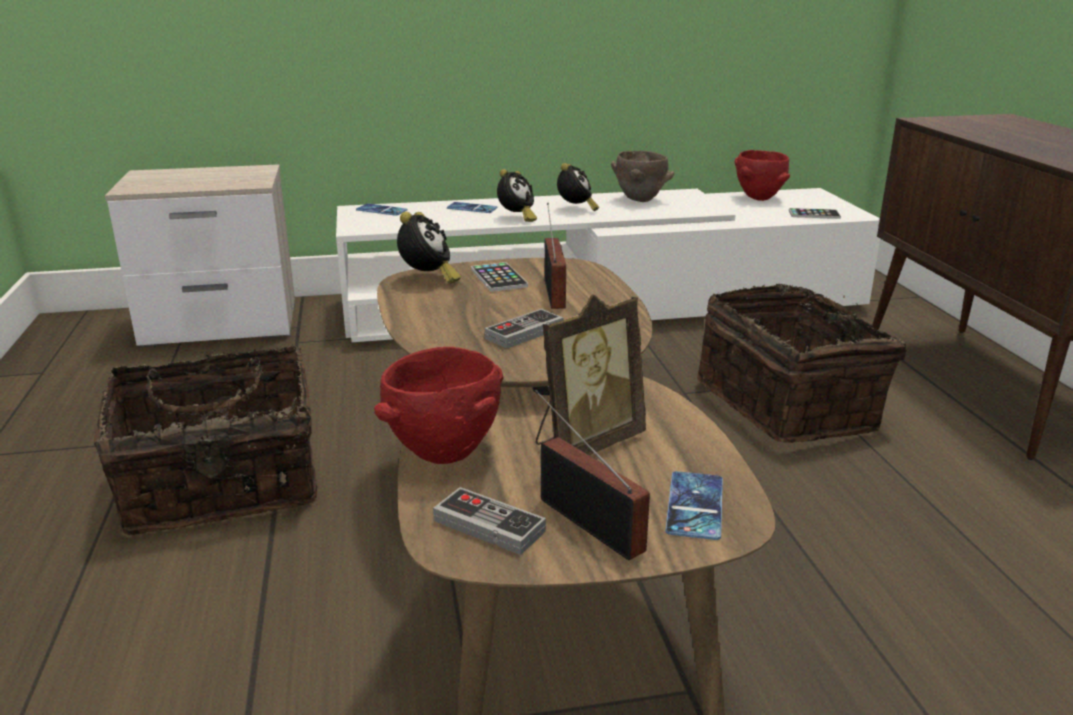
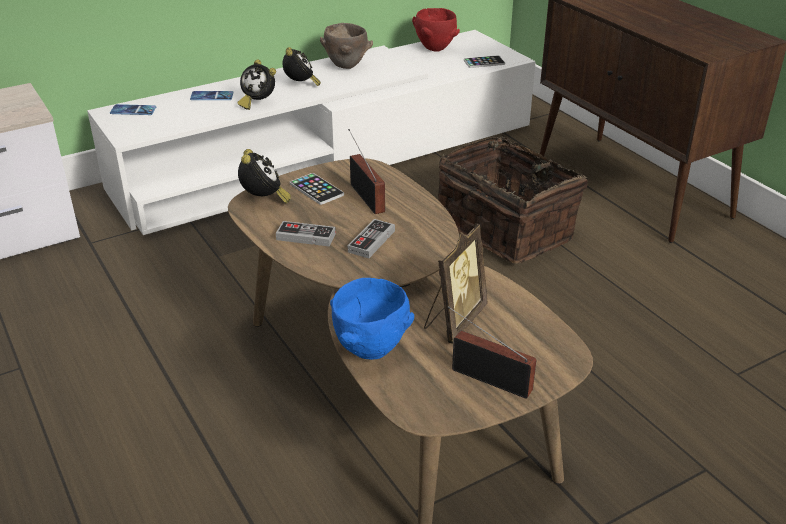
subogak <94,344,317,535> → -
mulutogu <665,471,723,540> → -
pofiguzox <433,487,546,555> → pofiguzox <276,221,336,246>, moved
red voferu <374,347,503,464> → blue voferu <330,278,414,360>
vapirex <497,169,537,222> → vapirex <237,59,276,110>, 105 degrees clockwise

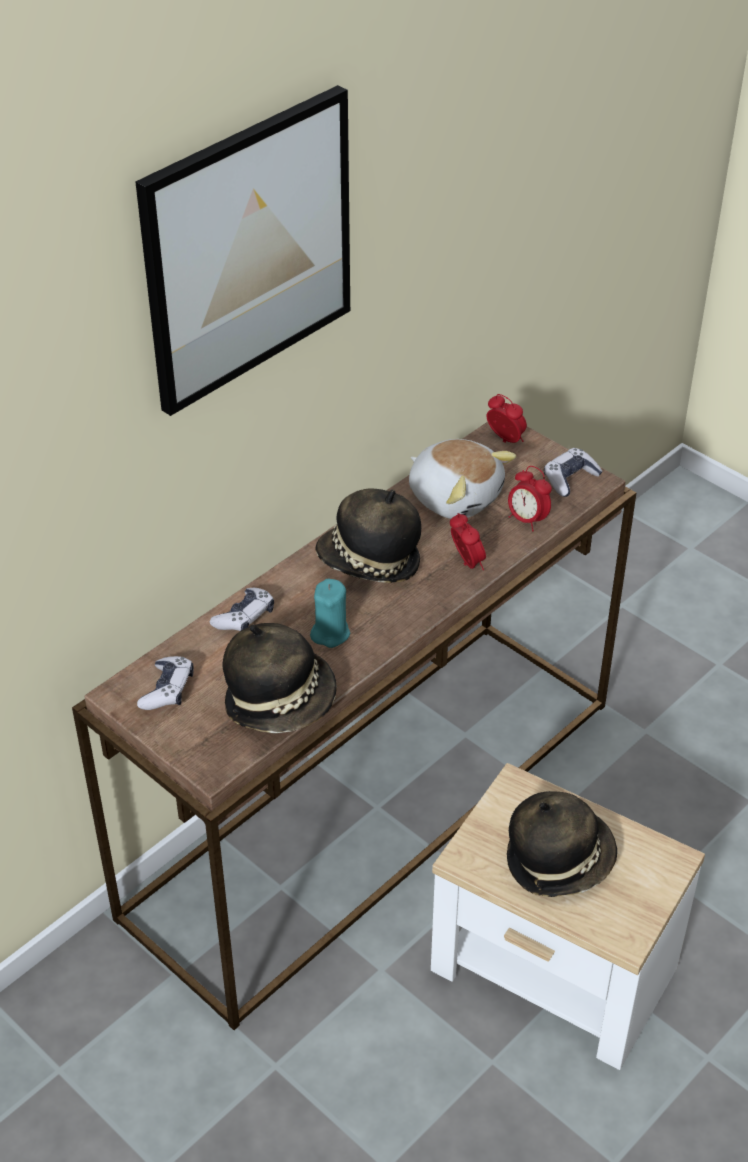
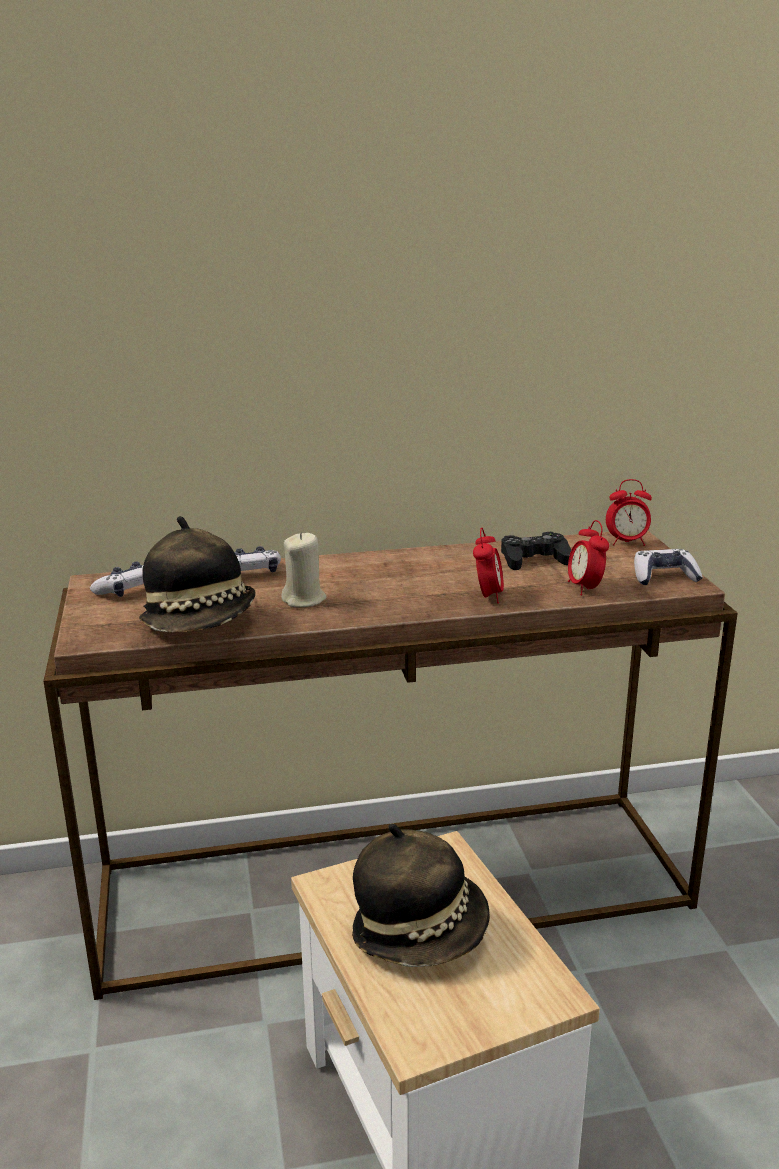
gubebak <136,85,350,416> → -
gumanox <315,488,421,583> → -
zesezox <409,439,516,519> → black pofiguzox <501,532,571,570>
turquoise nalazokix <310,579,350,648> → beige nalazokix <281,532,326,607>
vapirex <487,394,527,443> → vapirex <606,479,652,546>, 105 degrees clockwise

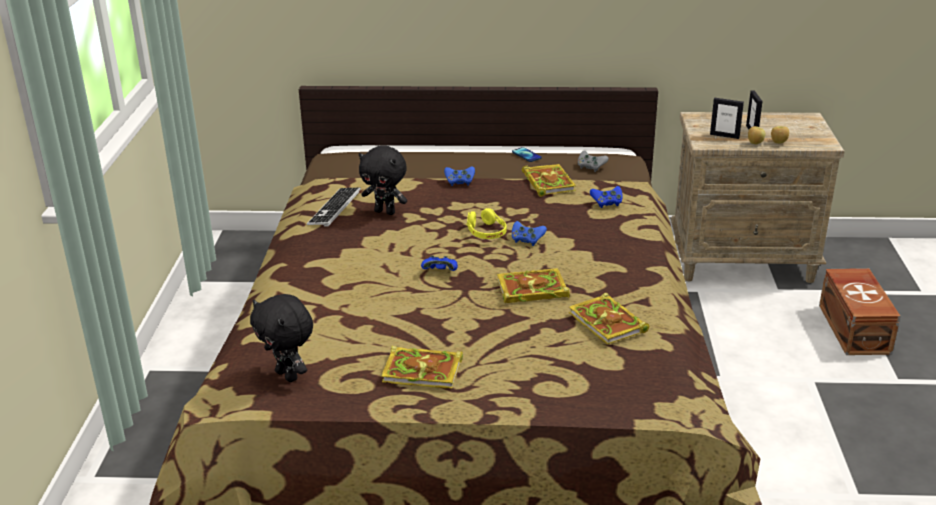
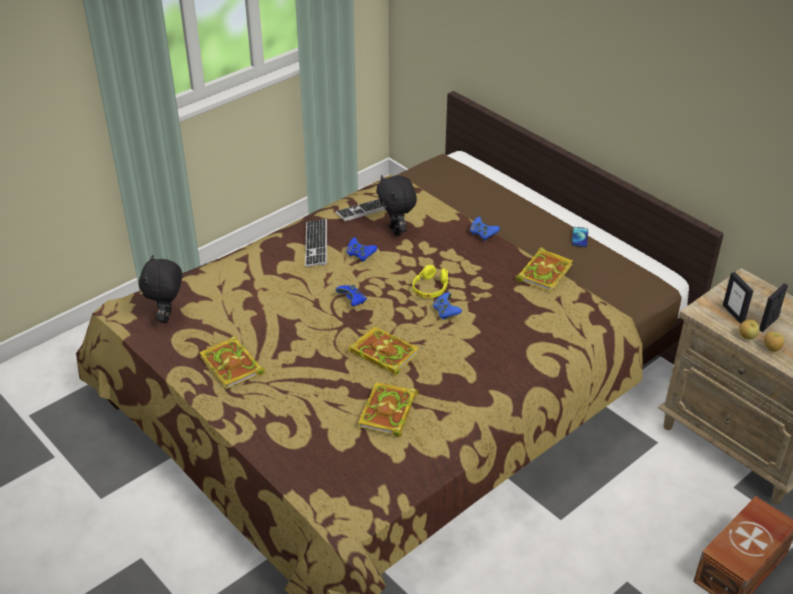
grey pofiguzox <578,151,609,172> → -
- → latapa <305,219,327,267>
blue pofiguzox <590,186,623,208> → blue pofiguzox <347,237,377,262>, moved

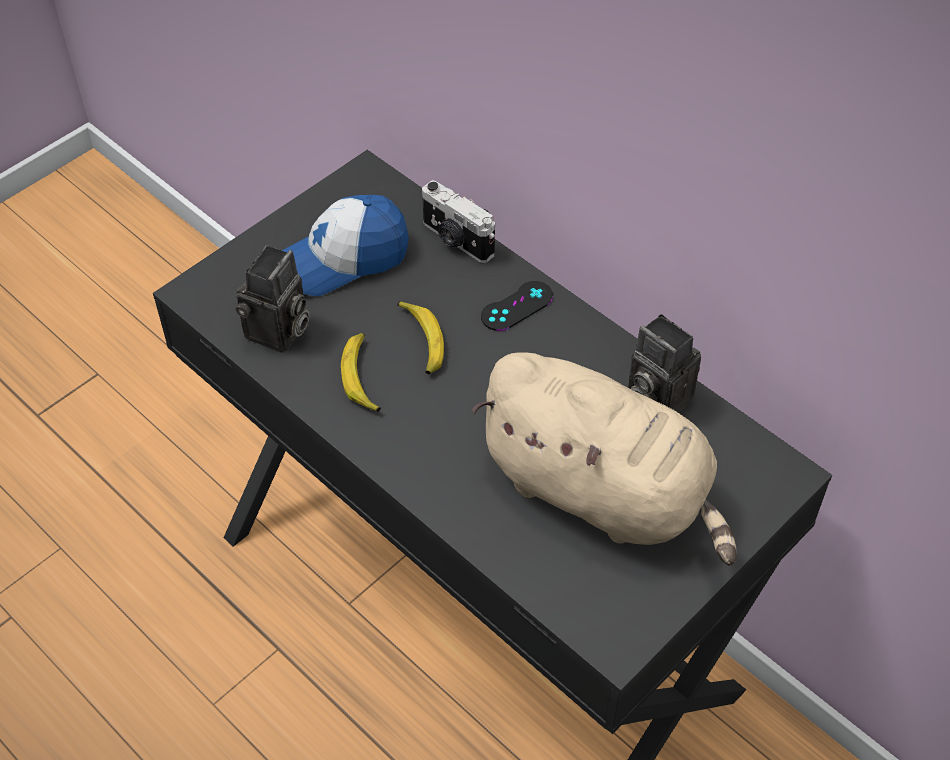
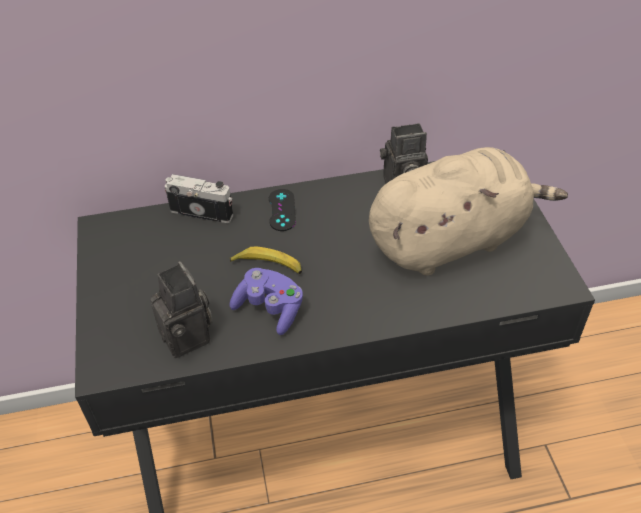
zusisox <282,195,409,296> → -
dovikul <341,333,381,412> → purple pofiguzox <230,268,303,335>
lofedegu <422,180,495,263> → lofedegu <164,174,233,223>, 150 degrees counterclockwise

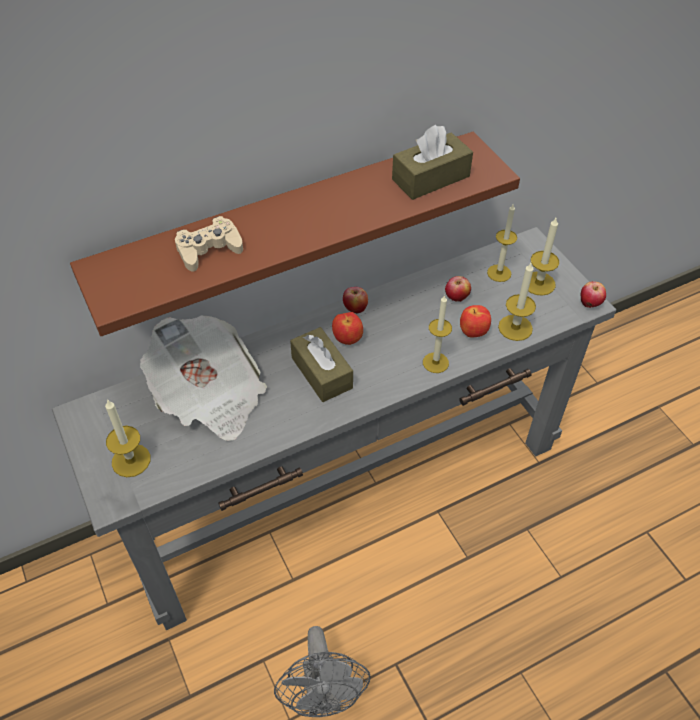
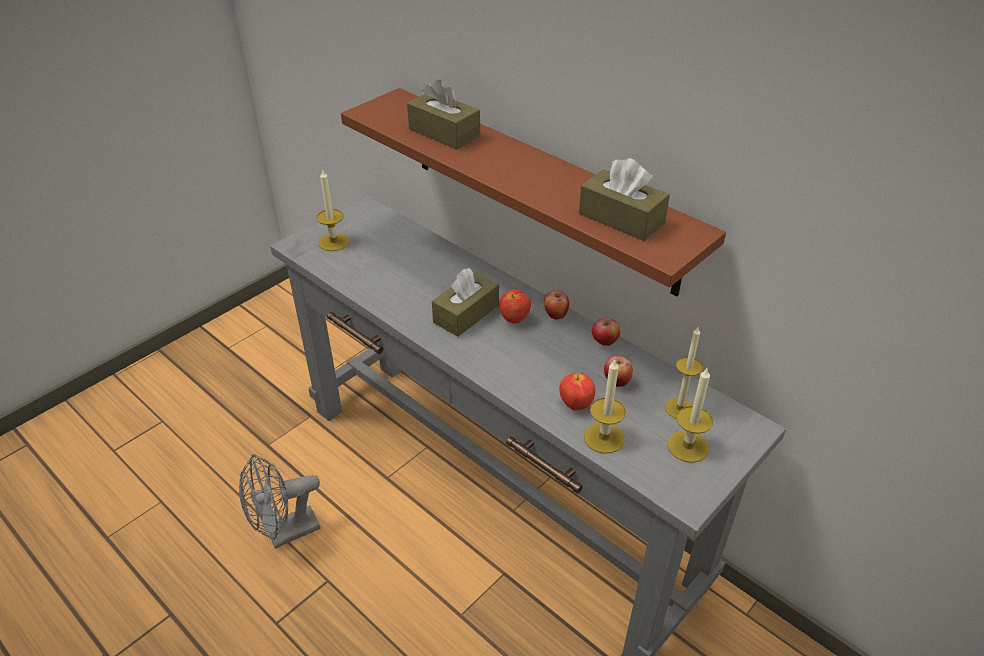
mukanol <140,315,267,441> → -
nalazokix <423,295,452,373> → -
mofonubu <581,281,606,308> → mofonubu <592,318,620,346>, moved
beige pofiguzox <175,216,243,272> → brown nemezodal <407,80,480,149>

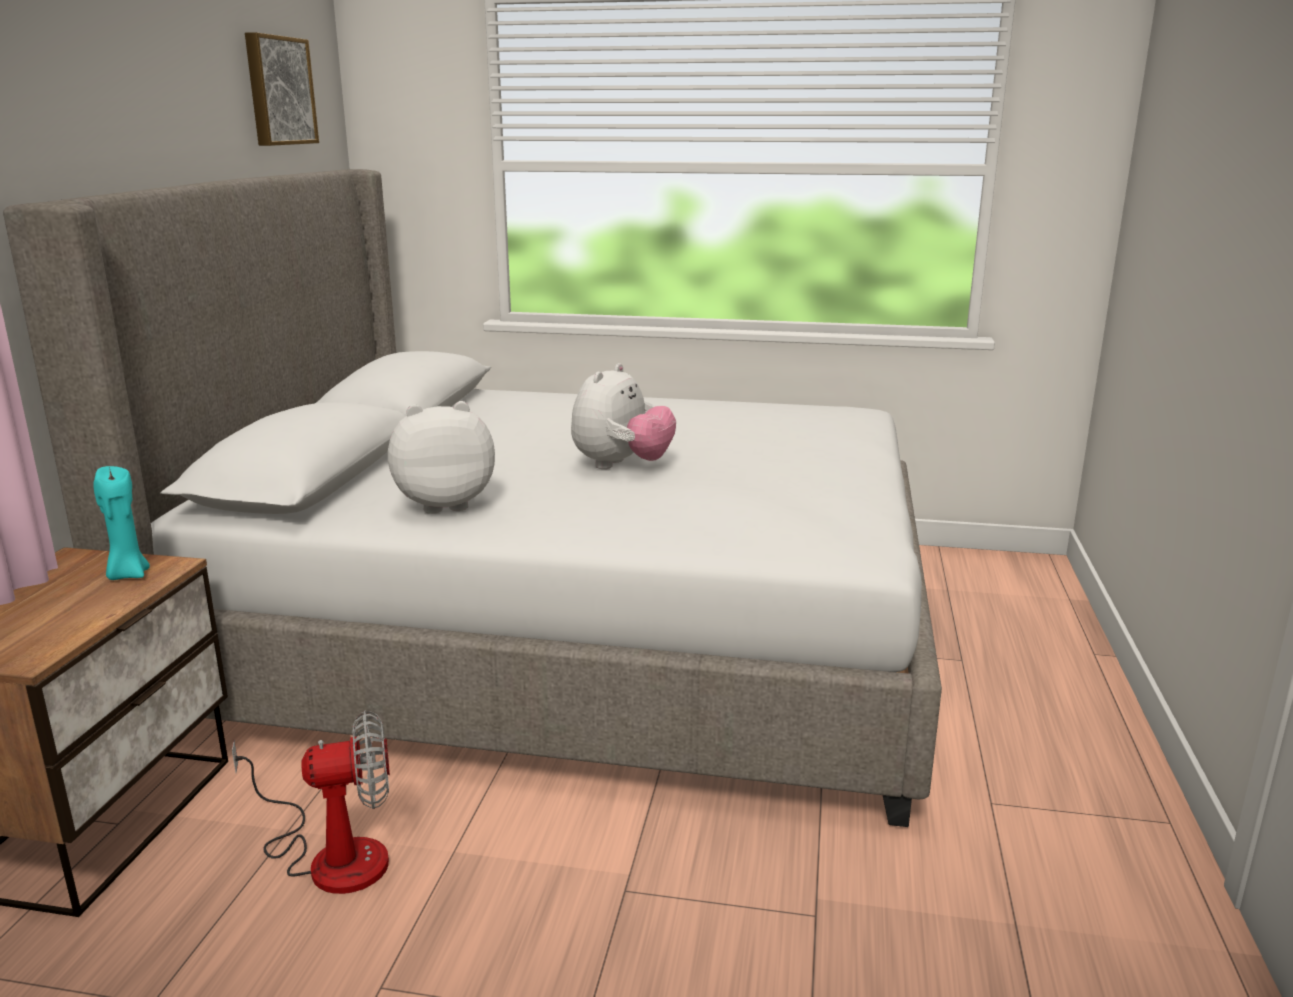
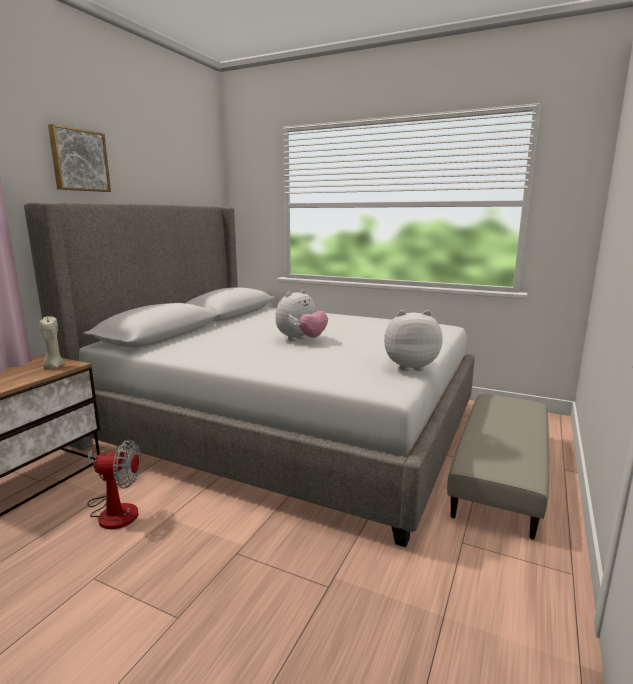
- → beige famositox <447,394,549,540>
gubebak <245,32,319,146> → gubebak <48,124,111,192>, moved
zesezox <388,401,495,514> → zesezox <384,310,443,371>, moved
turquoise nalazokix <93,466,150,580> → beige nalazokix <39,316,65,368>

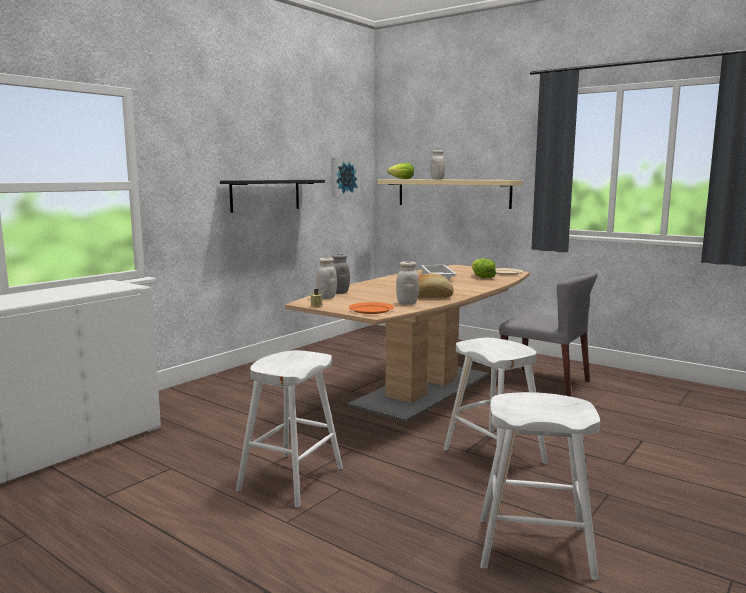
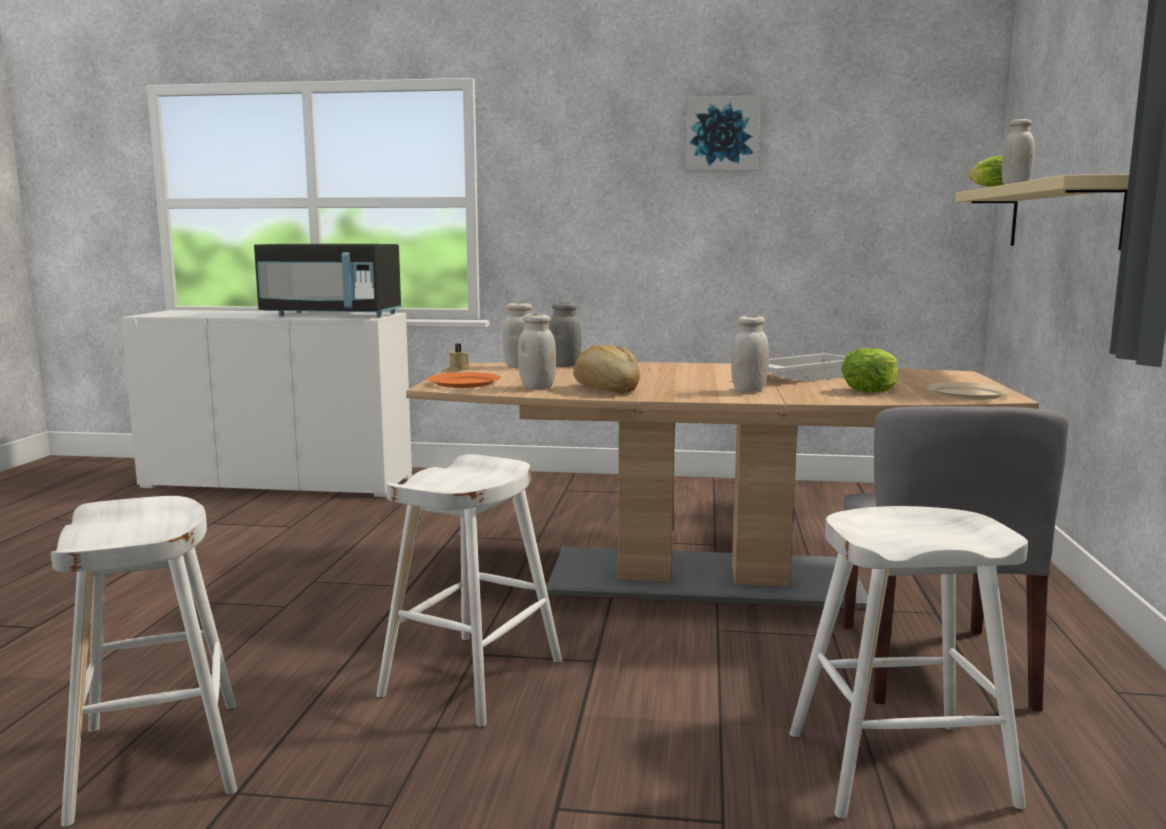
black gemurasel <220,180,325,213> → -
- → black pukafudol <254,244,402,318>
- → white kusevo <731,315,769,393>
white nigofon <236,350,343,508> → white nigofon <789,506,1028,819>, moved
gubebak <331,157,360,197> → gubebak <686,96,760,172>, moved

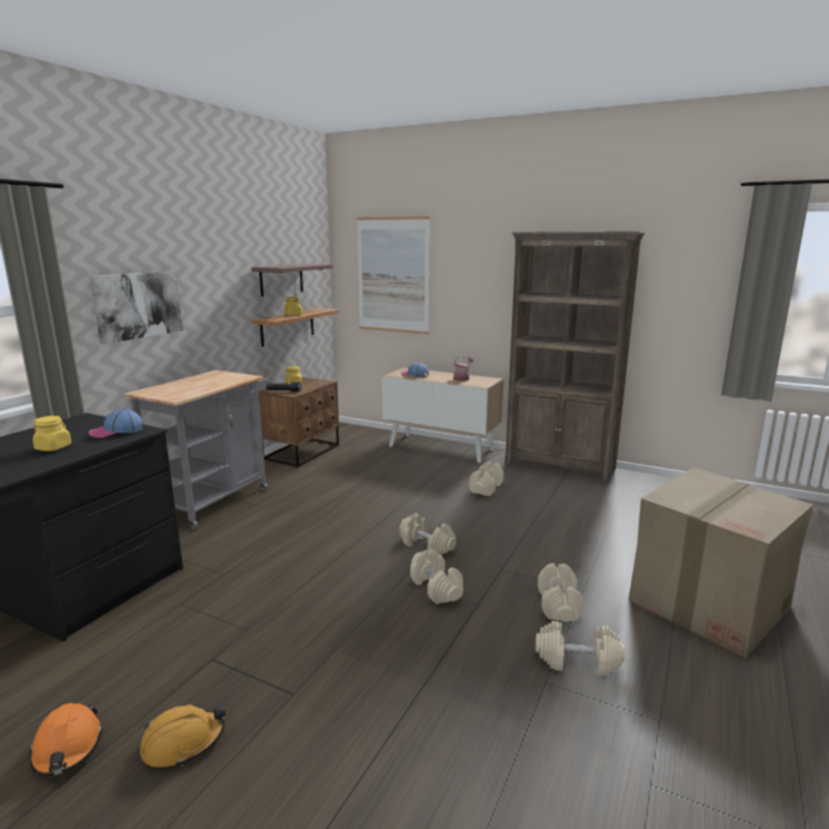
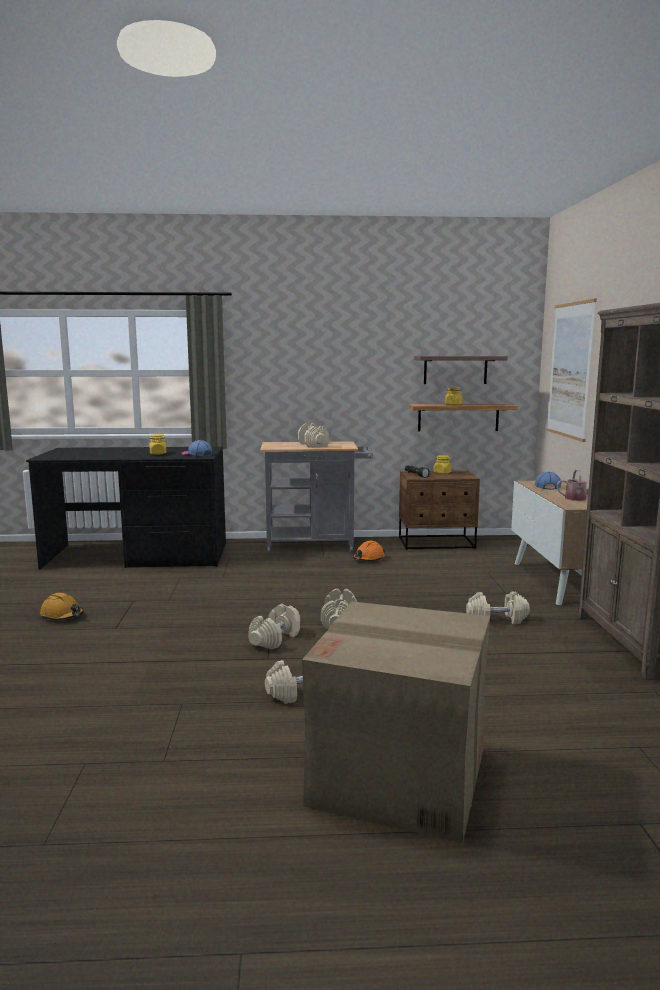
gubebak <90,271,183,344> → -
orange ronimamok <29,703,103,776> → orange ronimamok <353,541,386,561>, moved
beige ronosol <536,621,625,676> → beige ronosol <298,423,329,448>, moved

